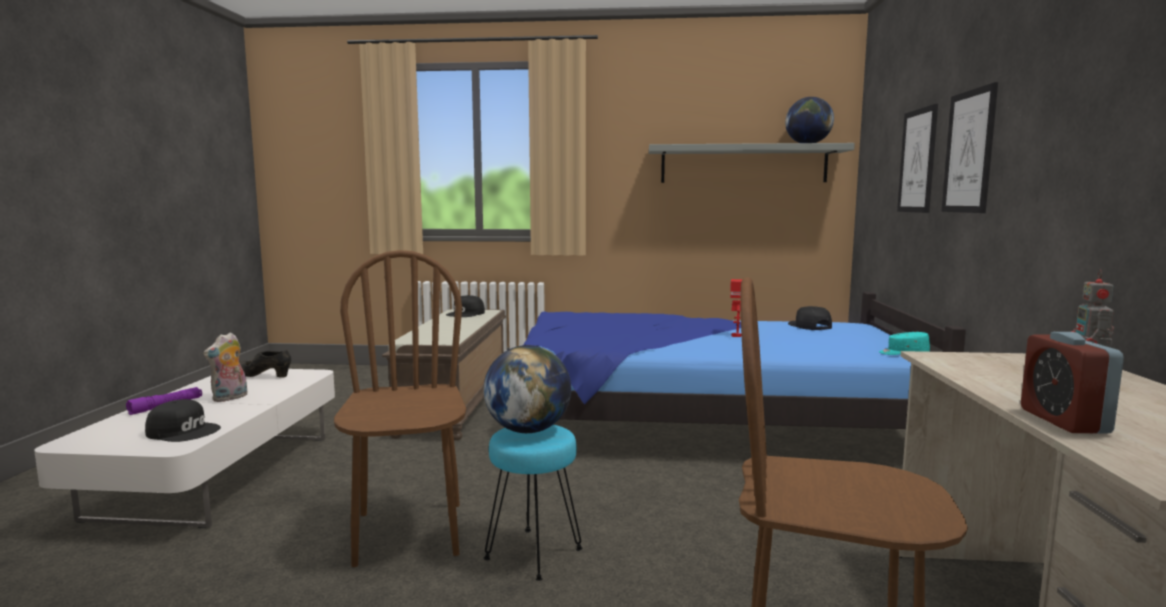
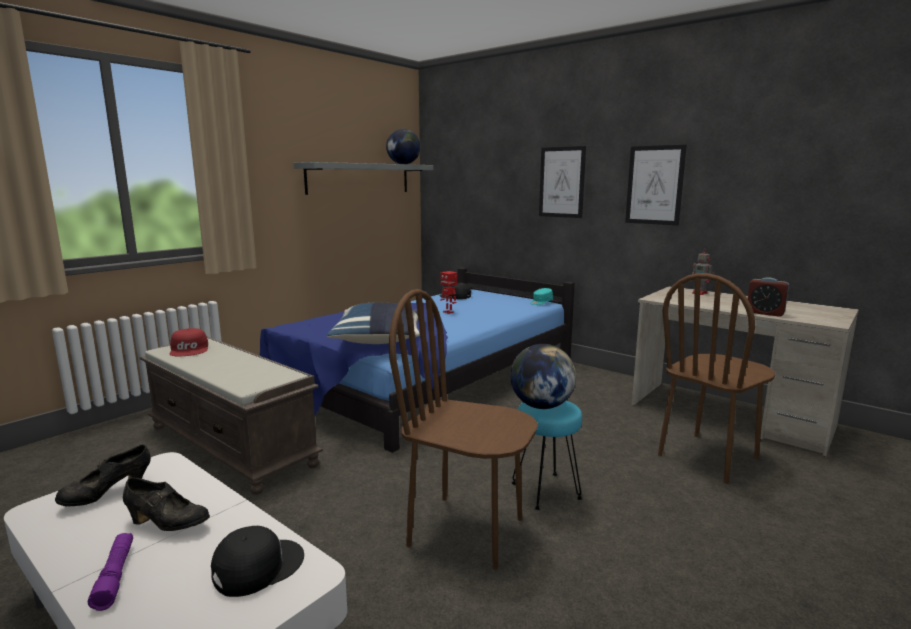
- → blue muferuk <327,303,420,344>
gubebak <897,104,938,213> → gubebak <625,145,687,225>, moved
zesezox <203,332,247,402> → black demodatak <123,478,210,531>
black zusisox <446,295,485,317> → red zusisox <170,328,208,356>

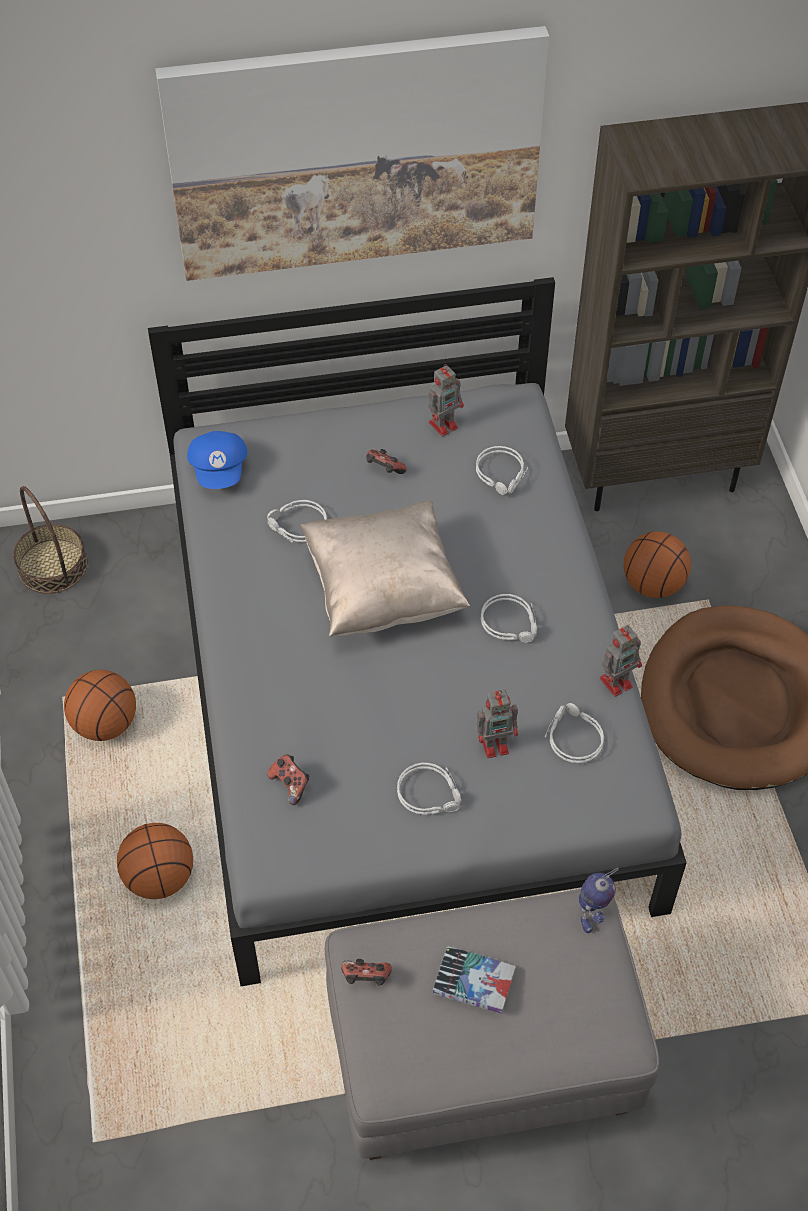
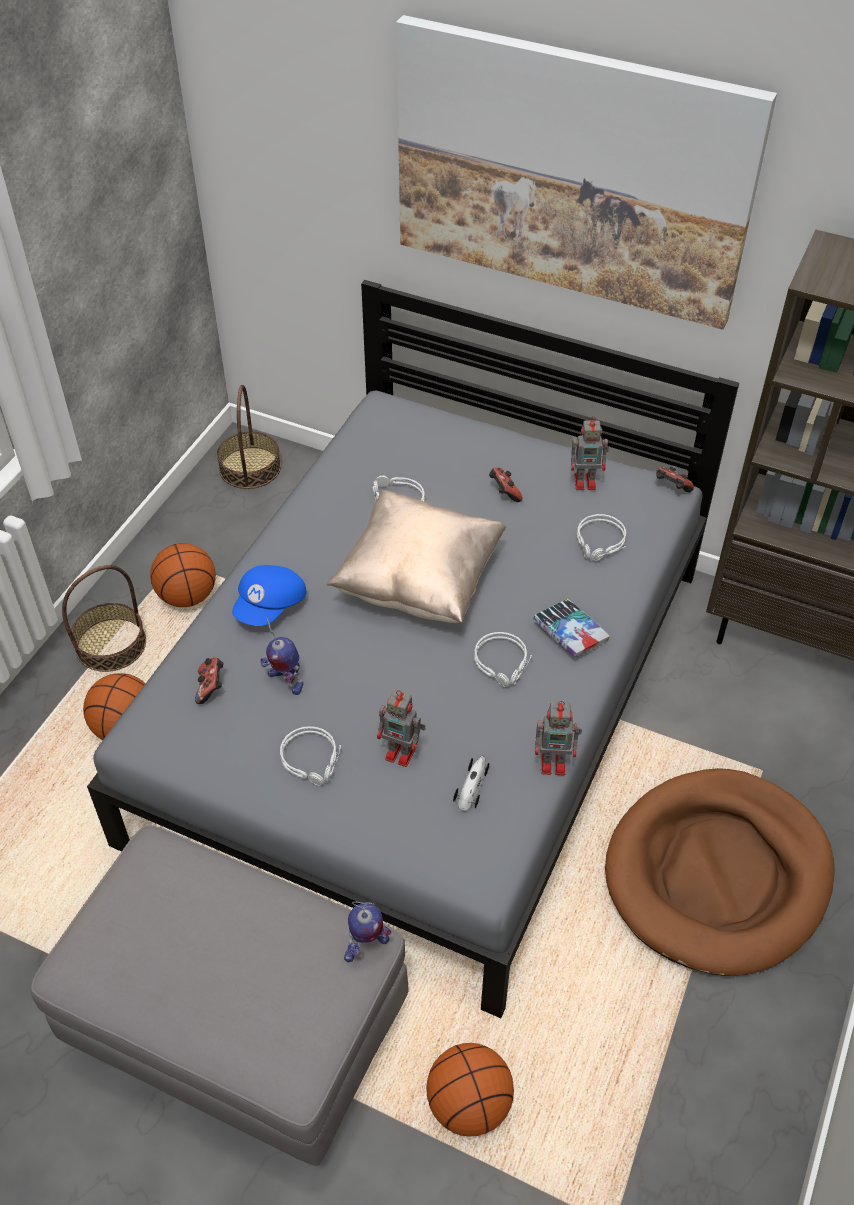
- → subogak <62,565,146,672>
- → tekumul <260,617,303,695>
blue zusisox <187,431,247,489> → blue zusisox <232,565,306,626>, moved
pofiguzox <341,959,392,986> → pofiguzox <656,467,694,492>, moved
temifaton <433,946,516,1014> → temifaton <533,599,610,658>, moved
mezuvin <624,531,691,598> → mezuvin <426,1043,514,1137>, moved
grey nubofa <545,703,604,763> → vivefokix <453,756,489,811>

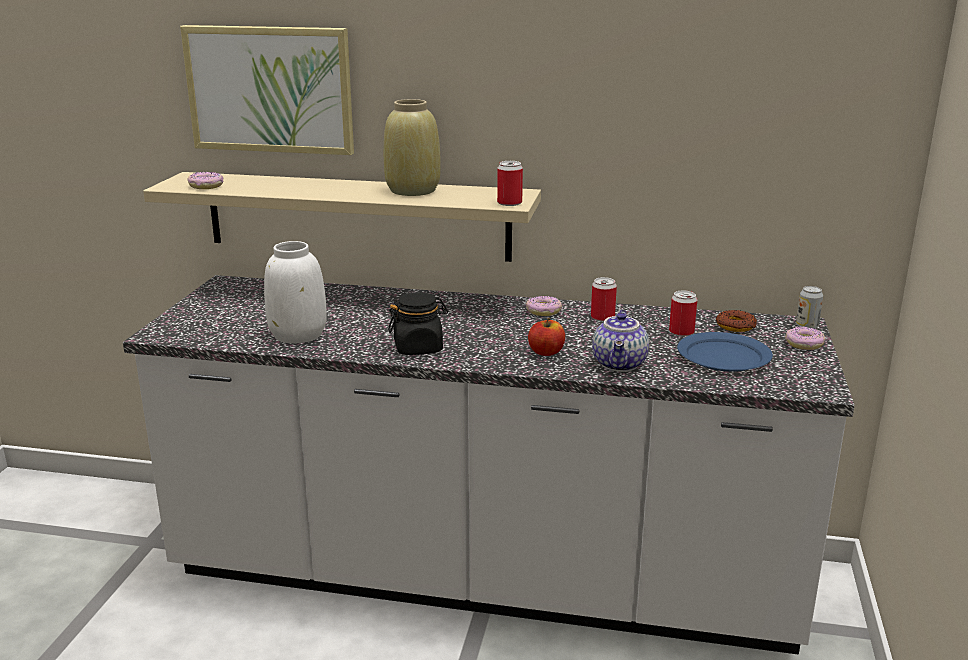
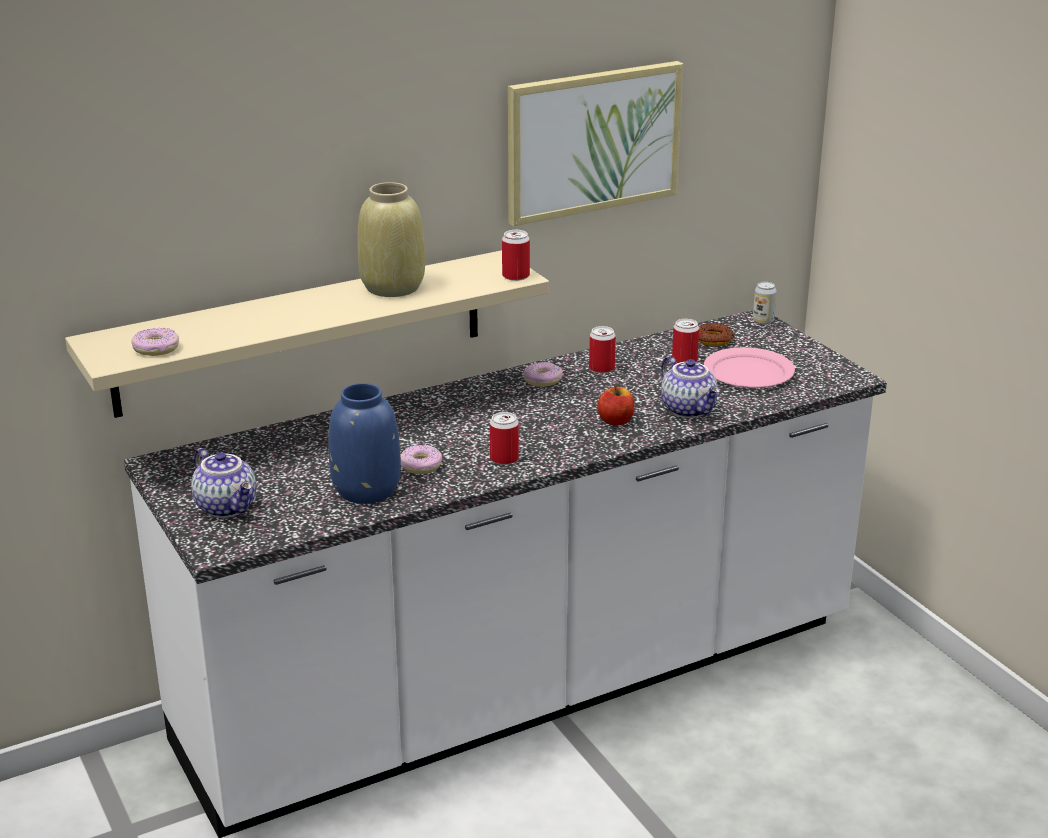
- → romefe <191,448,256,518>
gubebak <180,25,354,155> → gubebak <508,61,683,226>, moved
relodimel <785,326,825,350> → relodimel <401,445,442,474>, moved
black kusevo <388,292,448,355> → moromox <490,412,519,465>
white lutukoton <264,241,327,343> → blue lutukoton <328,383,401,504>
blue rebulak <677,332,773,372> → pink rebulak <704,347,795,388>

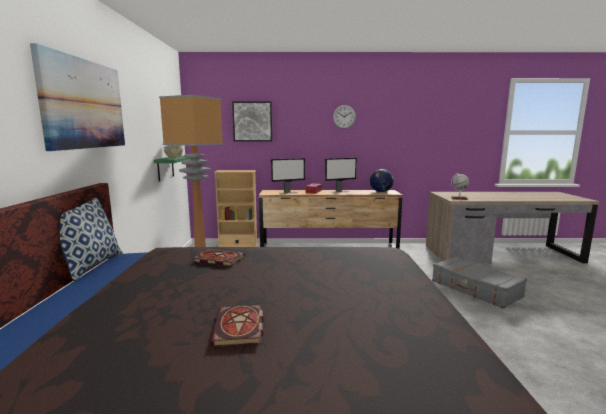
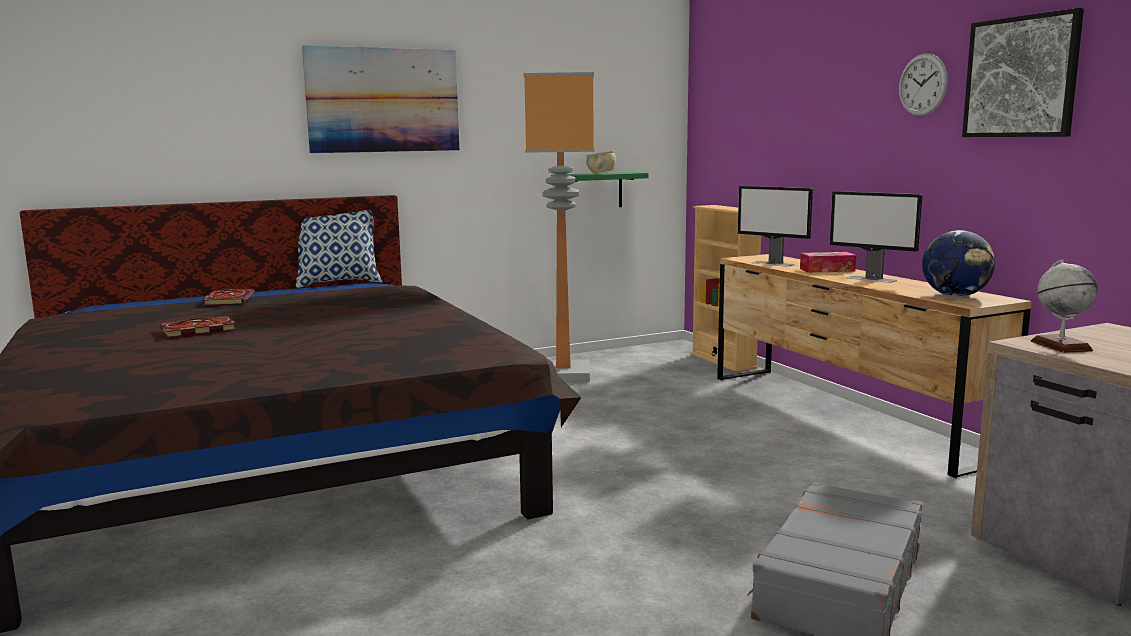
temifaton <193,249,245,267> → temifaton <202,289,255,306>, moved
gubebak <232,101,273,142> → gubebak <962,8,1084,137>, moved

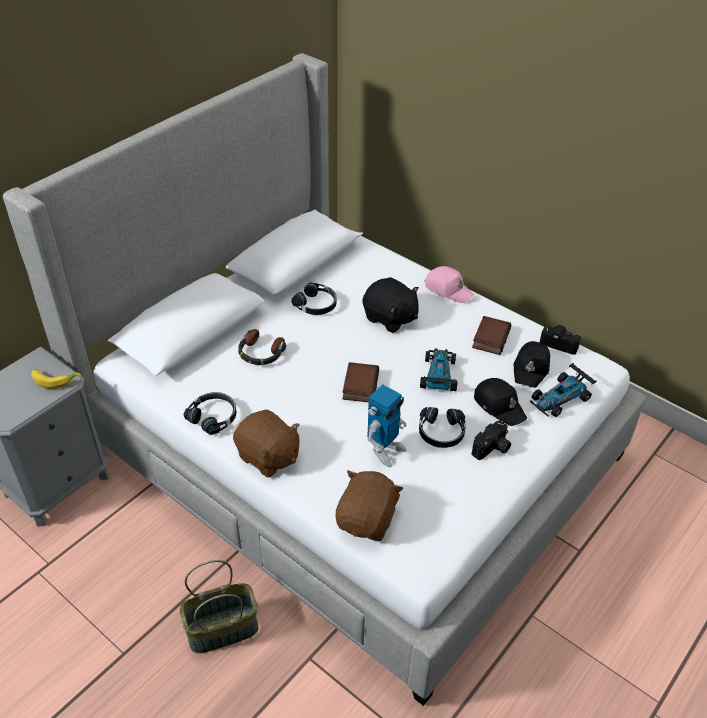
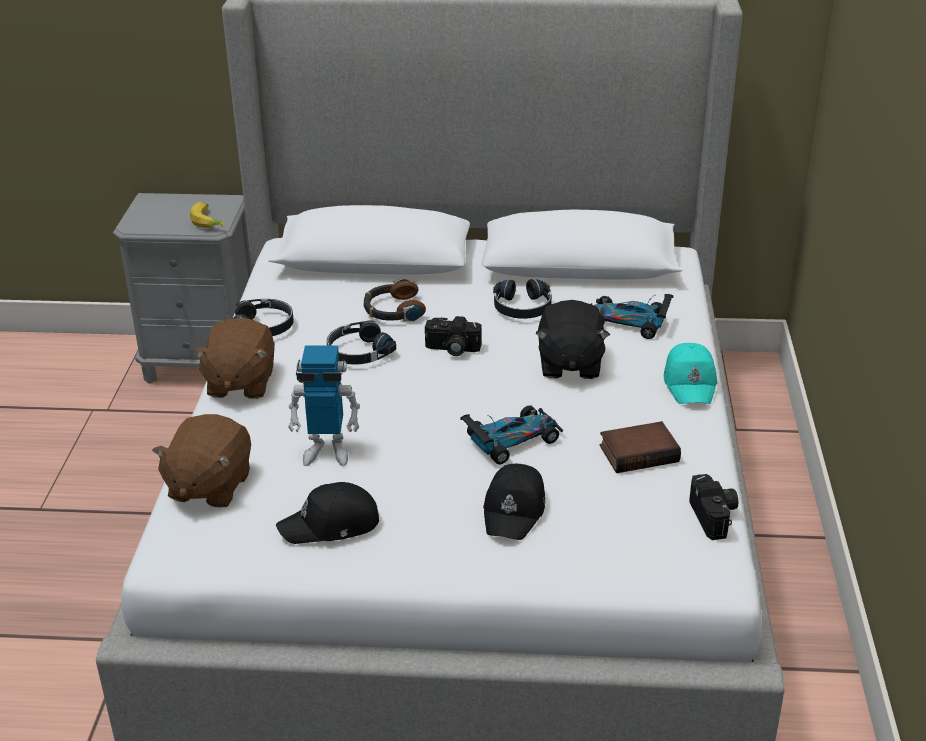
subogak <179,560,259,653> → -
temifaton <342,362,379,402> → -
black nubofa <419,407,466,448> → black nubofa <327,321,396,365>, moved
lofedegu <471,420,511,460> → lofedegu <425,316,482,356>, moved
black zusisox <513,341,550,388> → black zusisox <276,482,379,544>, moved
vivefokix <530,363,597,417> → vivefokix <590,294,673,339>, moved
pink zusisox <425,266,474,303> → turquoise zusisox <664,343,717,404>
brown zesezox <336,470,403,541> → brown zesezox <152,414,251,508>, 120 degrees clockwise

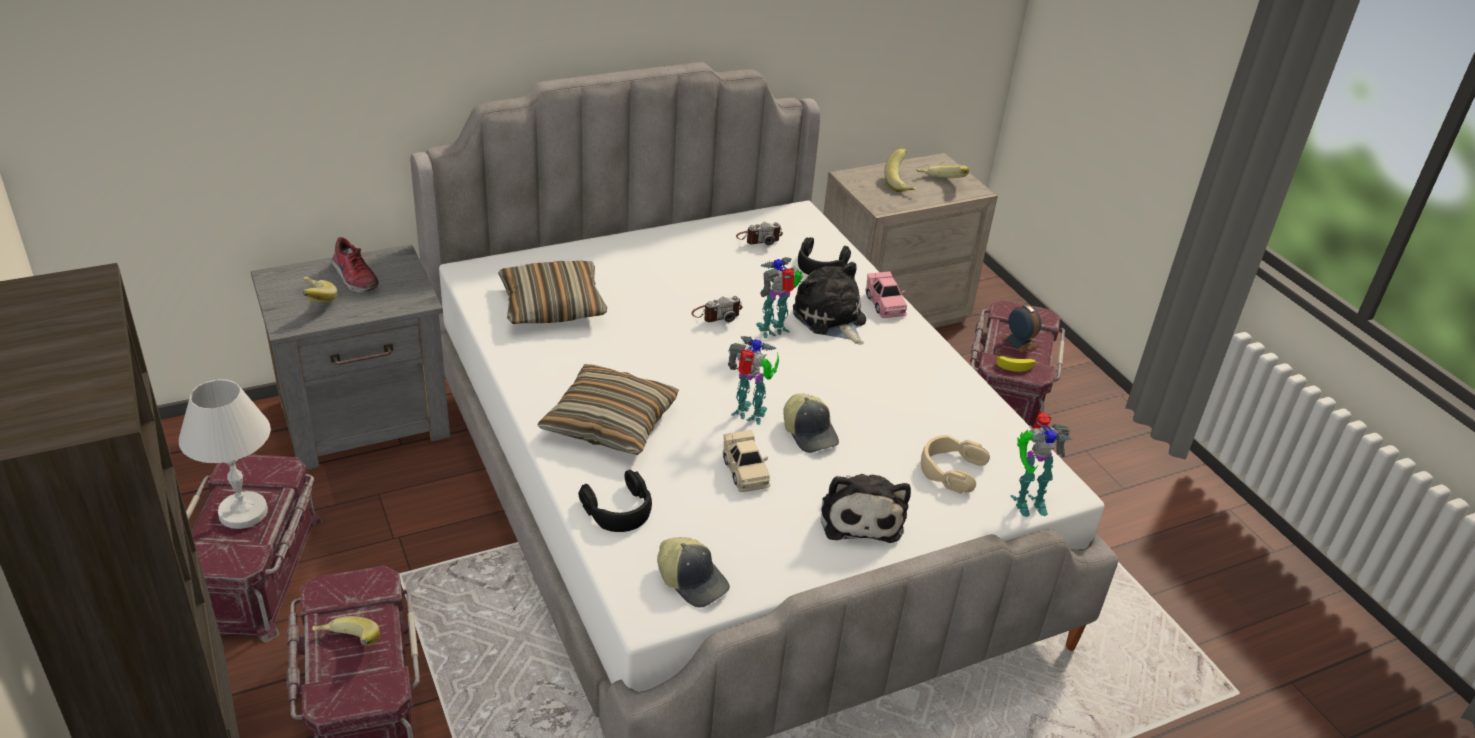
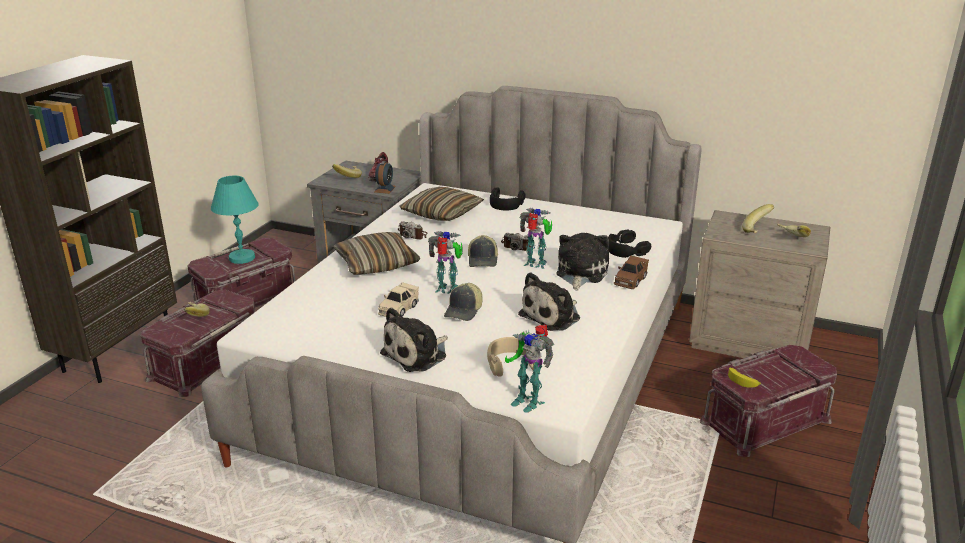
- → zesezox <518,272,580,331>
black nubofa <578,470,652,532> → black nubofa <490,188,525,210>, moved
zusisox <657,537,730,608> → zusisox <468,235,498,267>, moved
lofedegu <736,222,783,245> → lofedegu <398,221,428,240>, moved
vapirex <1001,304,1042,353> → vapirex <374,161,396,194>, moved
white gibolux <179,379,271,529> → turquoise gibolux <211,175,259,264>
pink vivefokix <865,271,907,318> → brown vivefokix <614,256,649,289>
tekumul <728,336,779,425> → tekumul <428,231,462,294>, 60 degrees counterclockwise

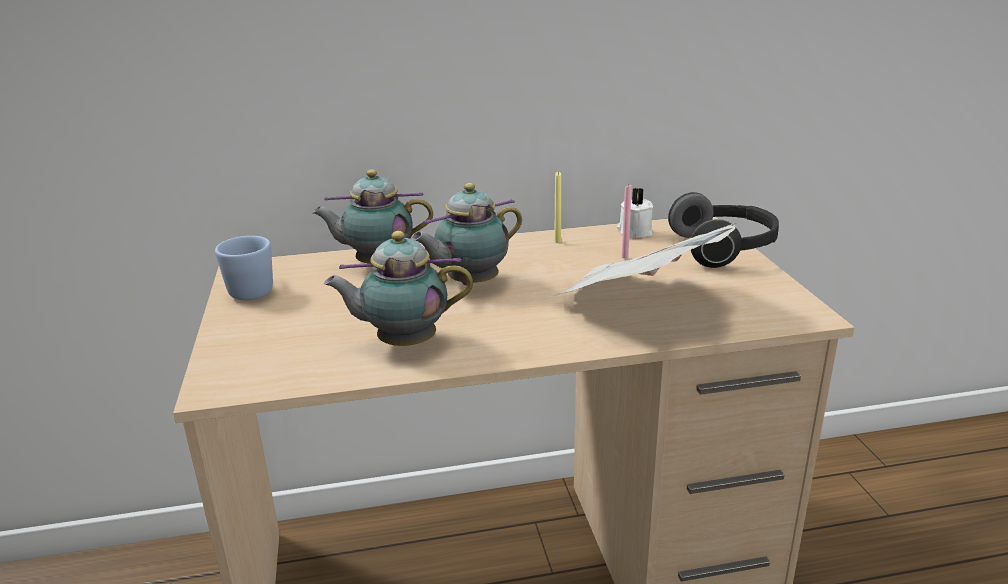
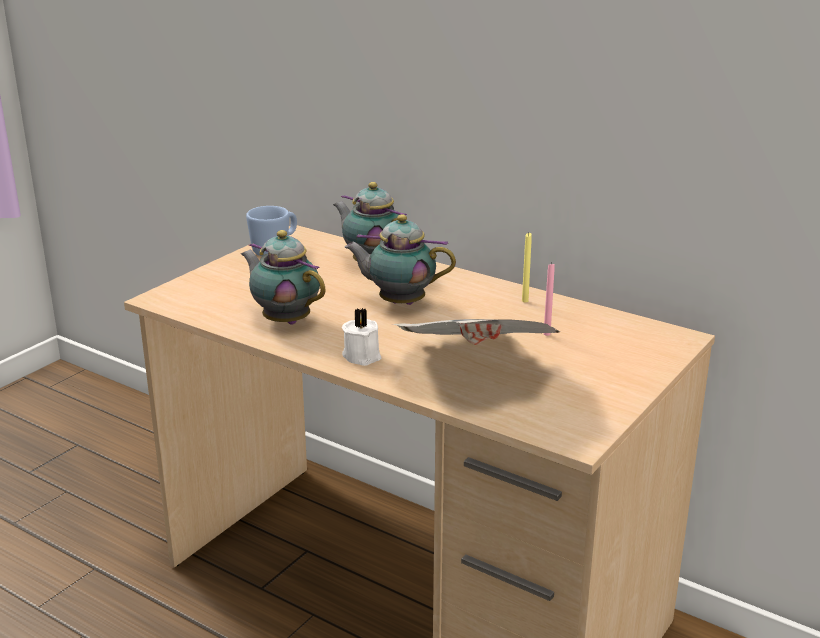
nubofa <668,192,779,268> → -
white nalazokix <617,188,653,238> → white nalazokix <342,308,381,366>, moved

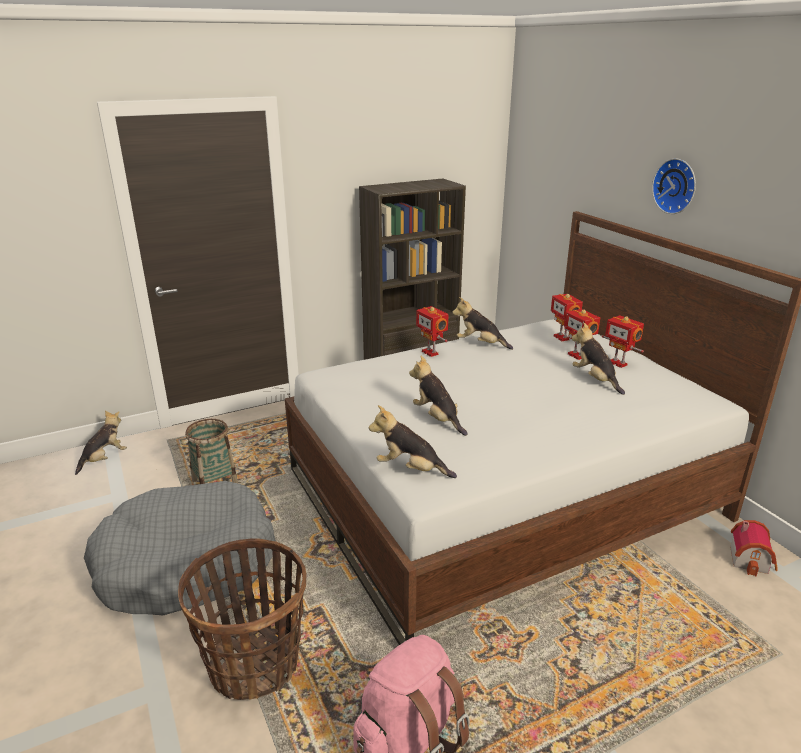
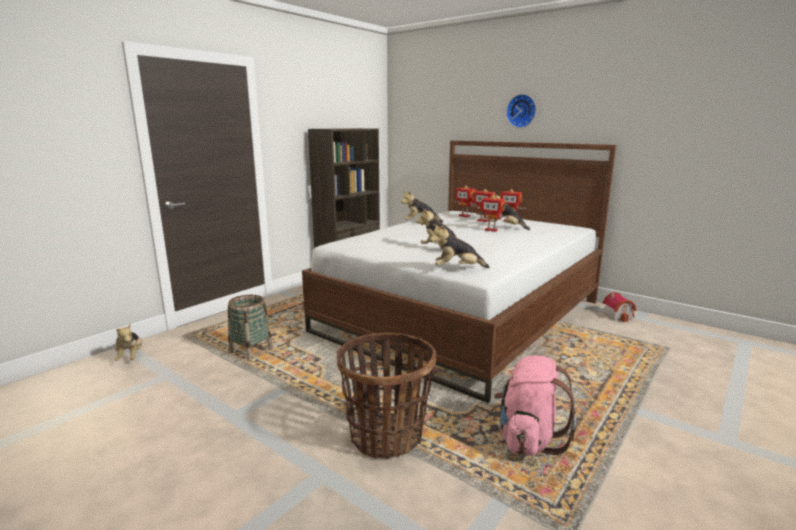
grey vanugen <84,481,276,615> → -
tekumul <416,306,449,357> → tekumul <477,195,509,232>, moved
zesezox <75,410,127,475> → zesezox <115,323,142,361>, 150 degrees clockwise

